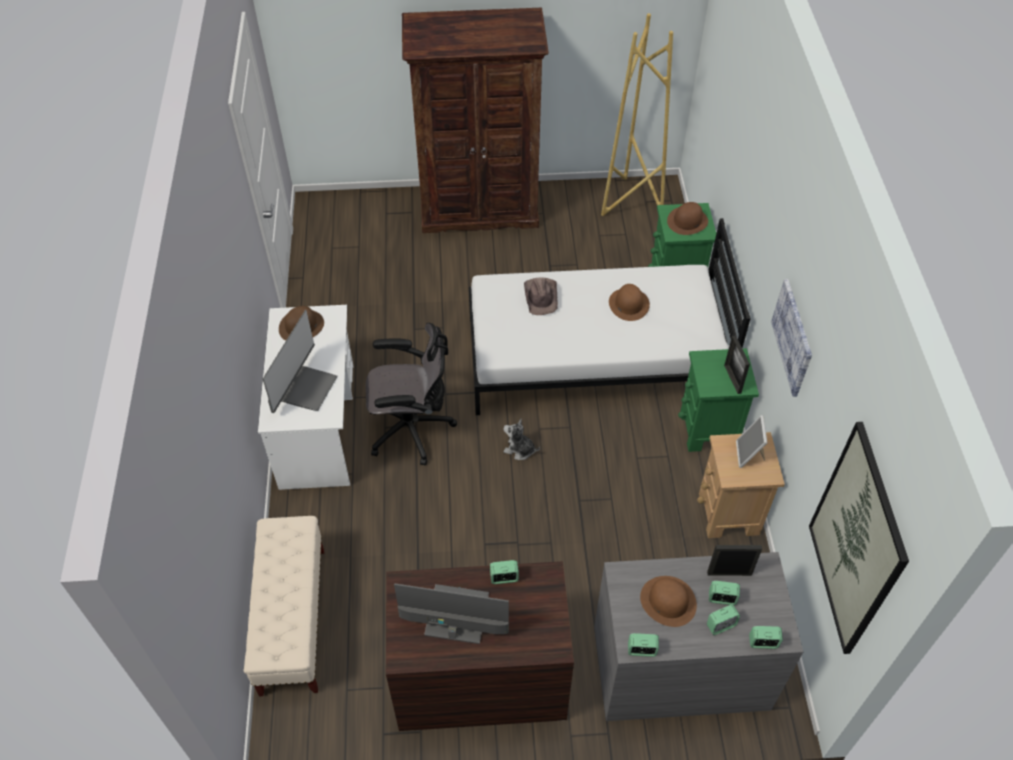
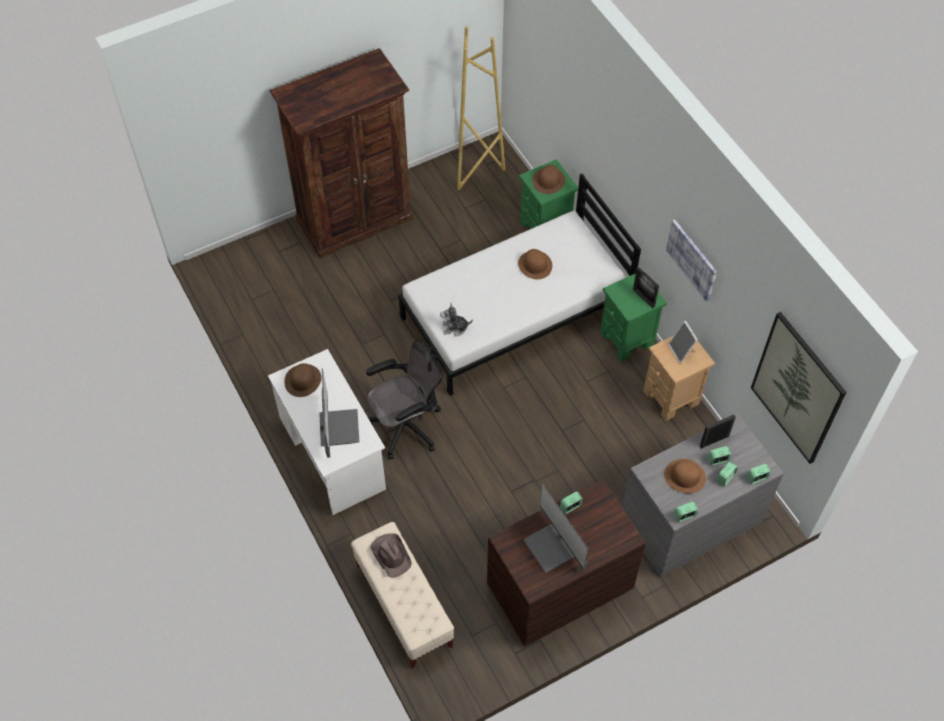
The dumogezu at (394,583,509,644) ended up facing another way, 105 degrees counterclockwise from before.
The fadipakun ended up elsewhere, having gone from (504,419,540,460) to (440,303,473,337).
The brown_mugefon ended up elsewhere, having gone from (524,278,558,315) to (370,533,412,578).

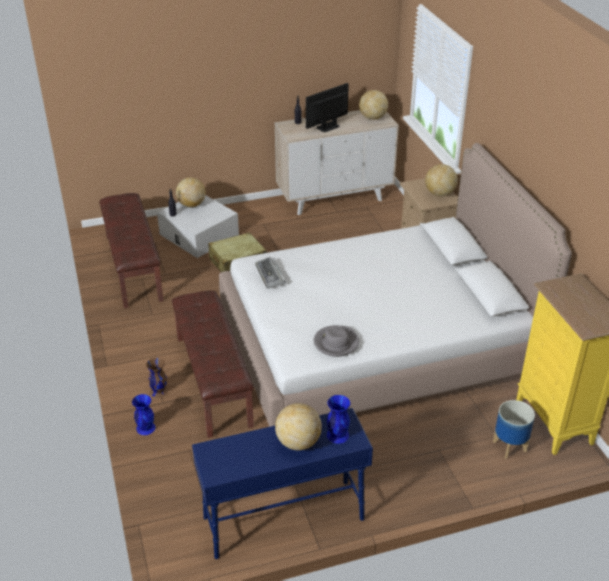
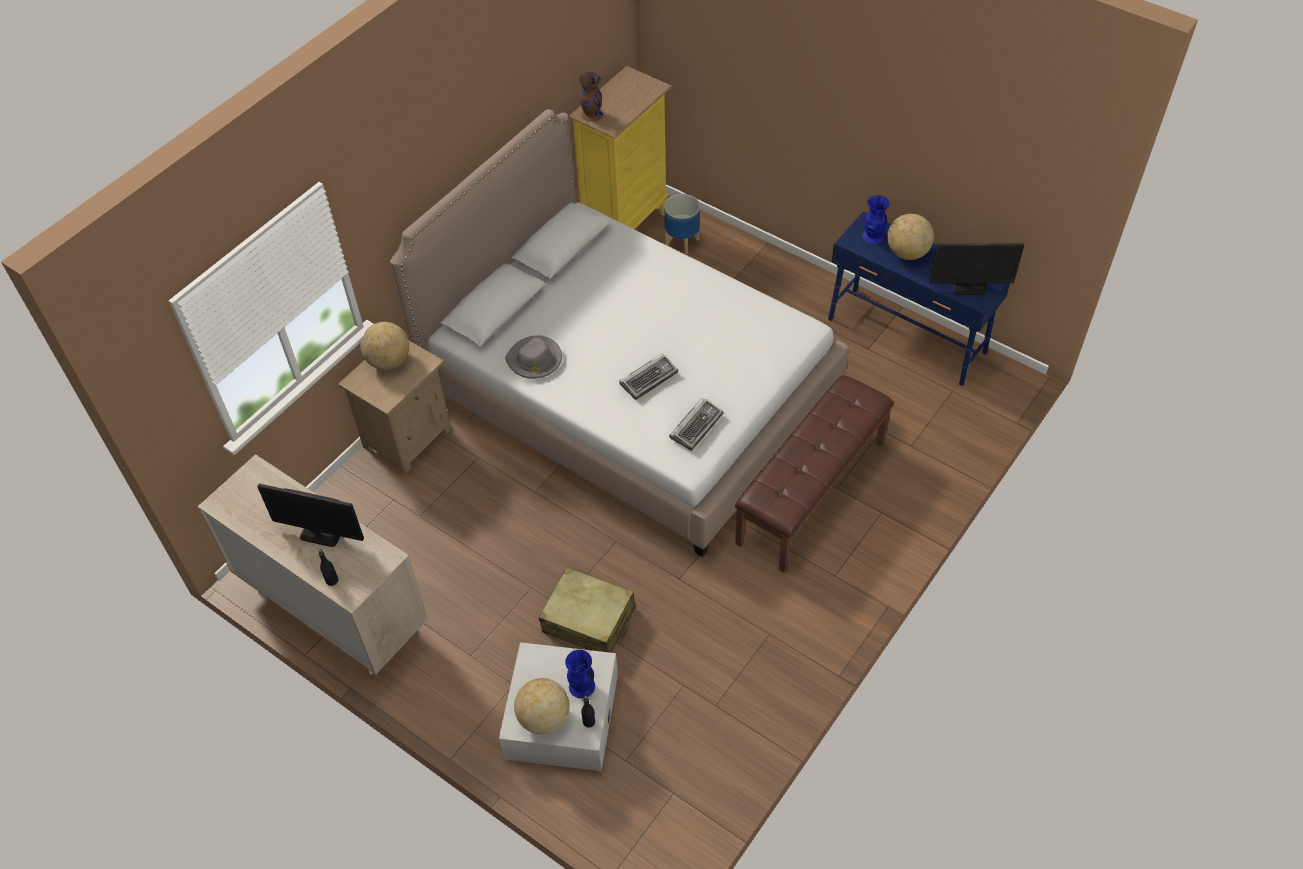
The second view lost the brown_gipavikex at (99,193,164,308).
The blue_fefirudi ended up elsewhere, having gone from (132,394,156,435) to (565,650,595,699).
The brown_fefirudi ended up elsewhere, having gone from (146,358,168,397) to (579,72,603,122).
The grey_mugefon ended up elsewhere, having gone from (314,325,359,357) to (505,335,562,379).
The second view lost the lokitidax at (359,90,388,120).
The second view gained the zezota at (619,354,678,400).
The second view gained the dumogezu at (929,243,1024,295).

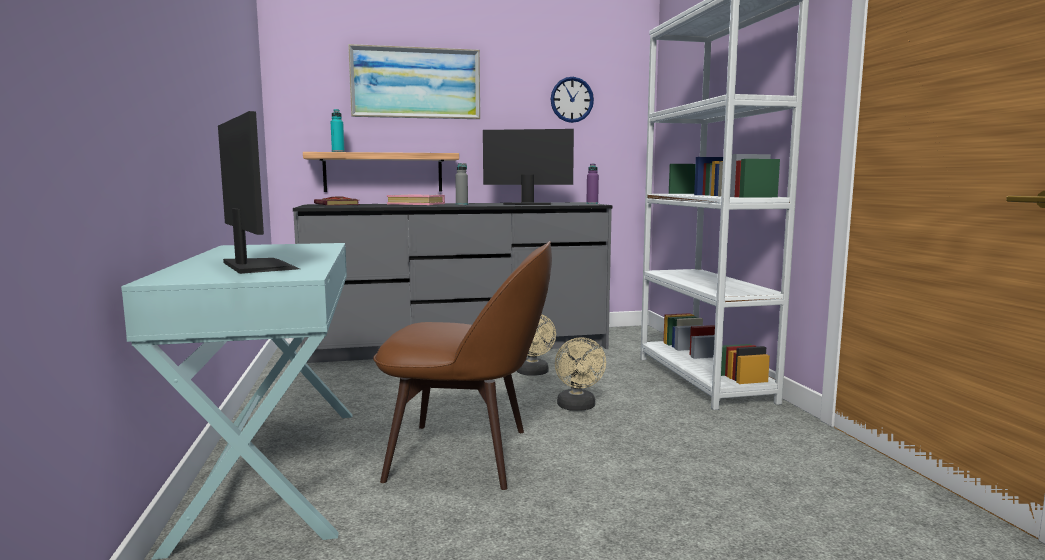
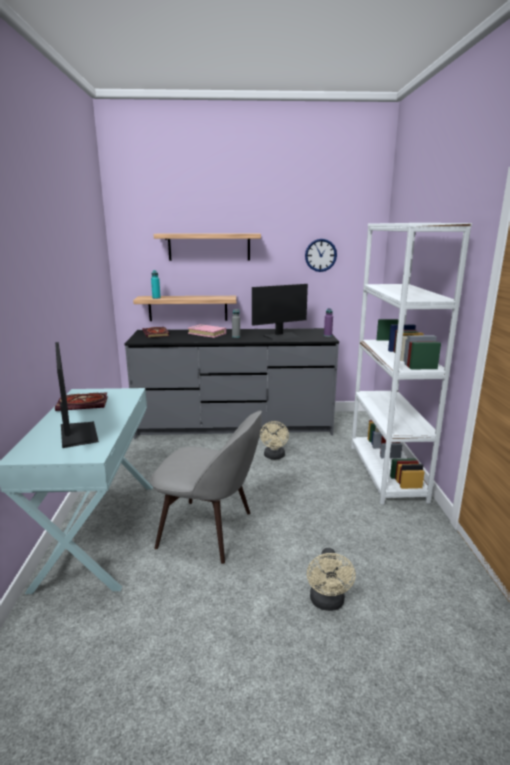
Where the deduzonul hung at (348,44,480,119), the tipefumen came to hang at (153,233,261,261).
What was the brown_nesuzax at (373,241,552,490) turned into the grey_nesuzax at (150,410,262,564).
The dumogezu at (483,129,574,205) ended up facing another way, 135 degrees clockwise from before.
The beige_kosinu ended up elsewhere, having gone from (555,337,606,411) to (307,548,356,611).
The second view gained the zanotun at (55,392,108,411).

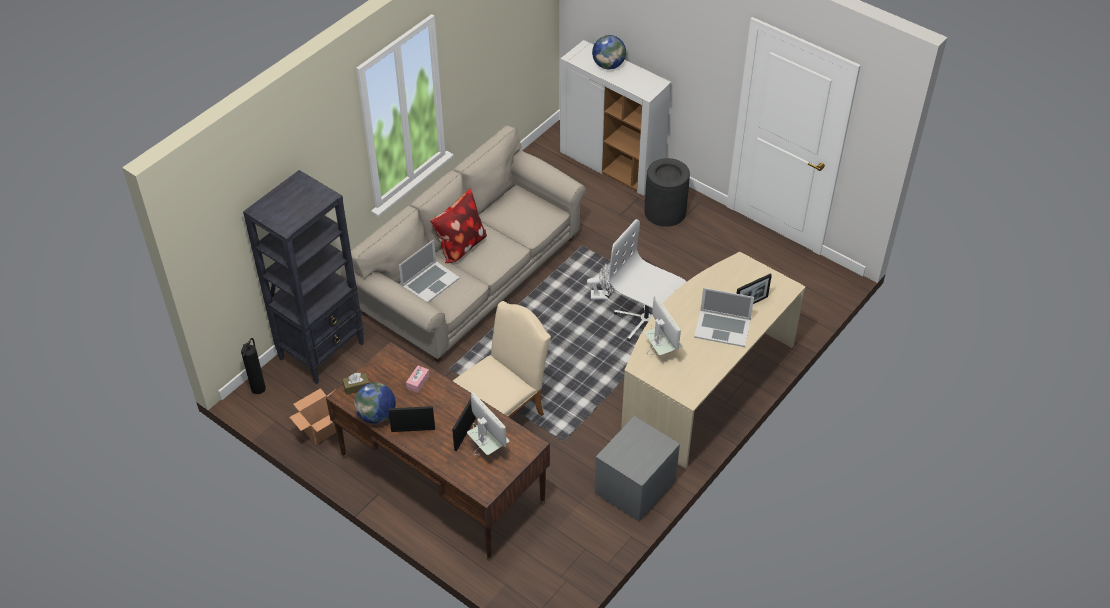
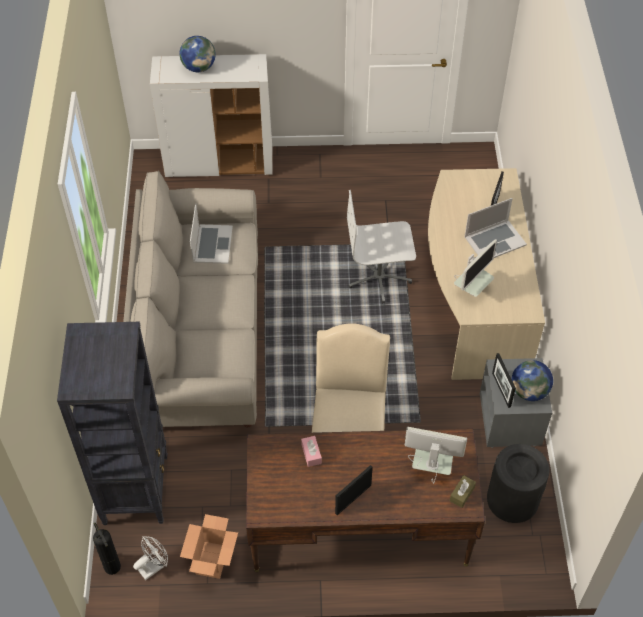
The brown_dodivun ended up elsewhere, having gone from (343,373,369,395) to (450,475,476,508).
The lokitidax ended up elsewhere, having gone from (354,383,396,424) to (512,360,553,401).
The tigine ended up elsewhere, having gone from (399,239,460,302) to (190,204,233,264).
The second view lost the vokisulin at (430,189,487,263).
The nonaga ended up elsewhere, having gone from (452,398,476,451) to (492,353,516,408).
The white_kosinu ended up elsewhere, having gone from (587,264,614,300) to (133,536,168,580).
The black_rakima ended up elsewhere, having gone from (644,158,690,227) to (487,444,549,523).
The dumogezu at (644,295,682,356) ended up facing another way, 105 degrees clockwise from before.

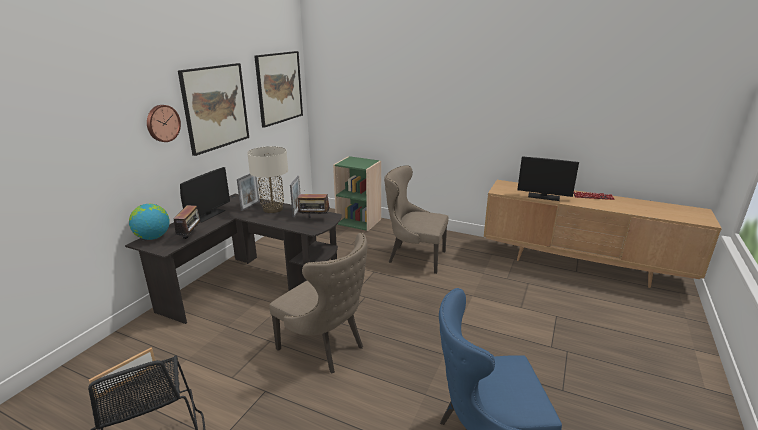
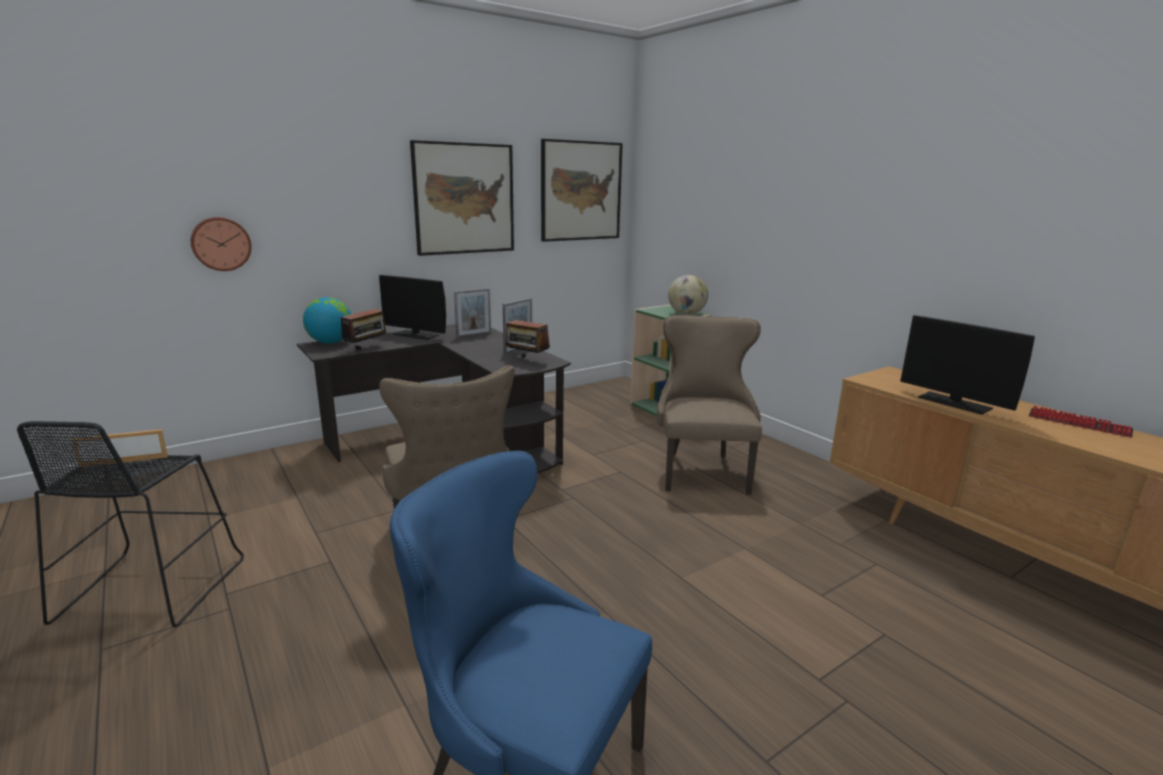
The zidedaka ended up elsewhere, having gone from (147,105,181,142) to (191,217,252,271).
The dumogezu at (180,167,230,222) ended up facing another way, 60 degrees clockwise from before.
The second view lost the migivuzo at (247,146,288,213).
The beige_nesuzax at (384,165,449,274) ended up facing another way, 45 degrees clockwise from before.
The second view gained the lokitidax at (668,275,708,315).

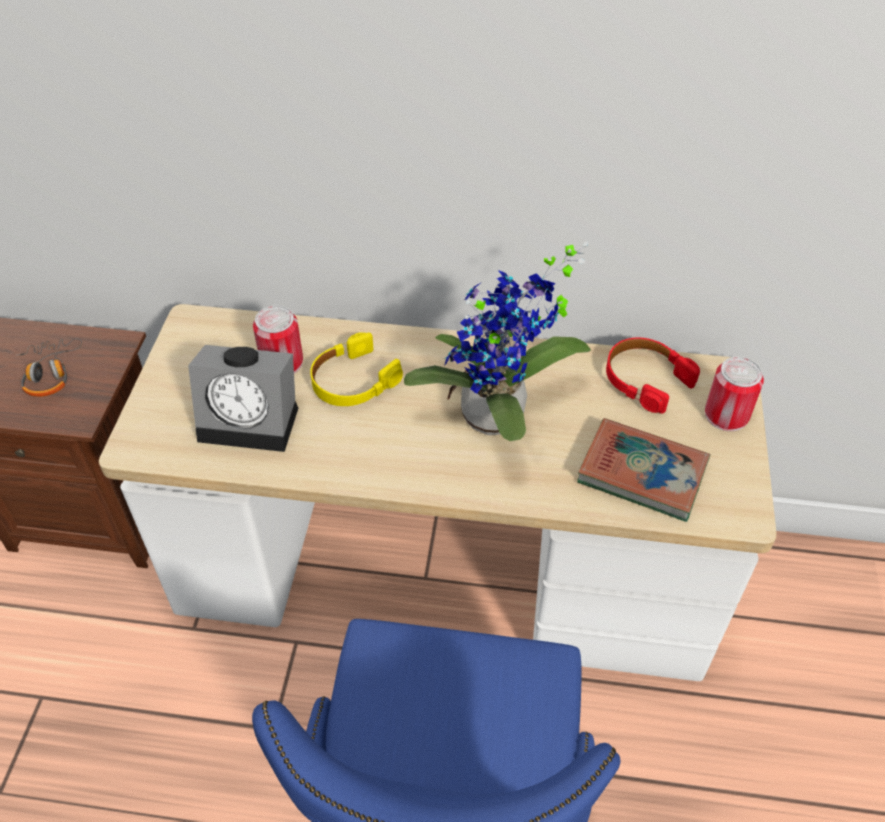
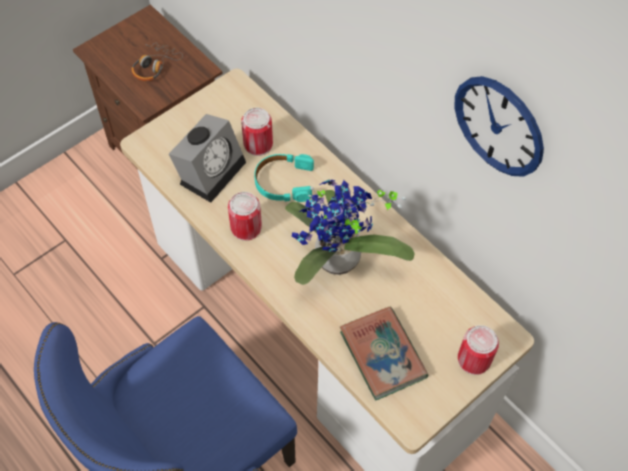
The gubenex at (188,345,298,452) ended up facing another way, 105 degrees counterclockwise from before.
What was the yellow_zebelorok at (310,332,403,406) turned into the turquoise_zebelorok at (254,154,314,202).
The second view lost the red_zebelorok at (606,338,700,414).
The second view gained the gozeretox at (228,192,262,241).
The second view gained the zidedaka at (454,76,544,177).

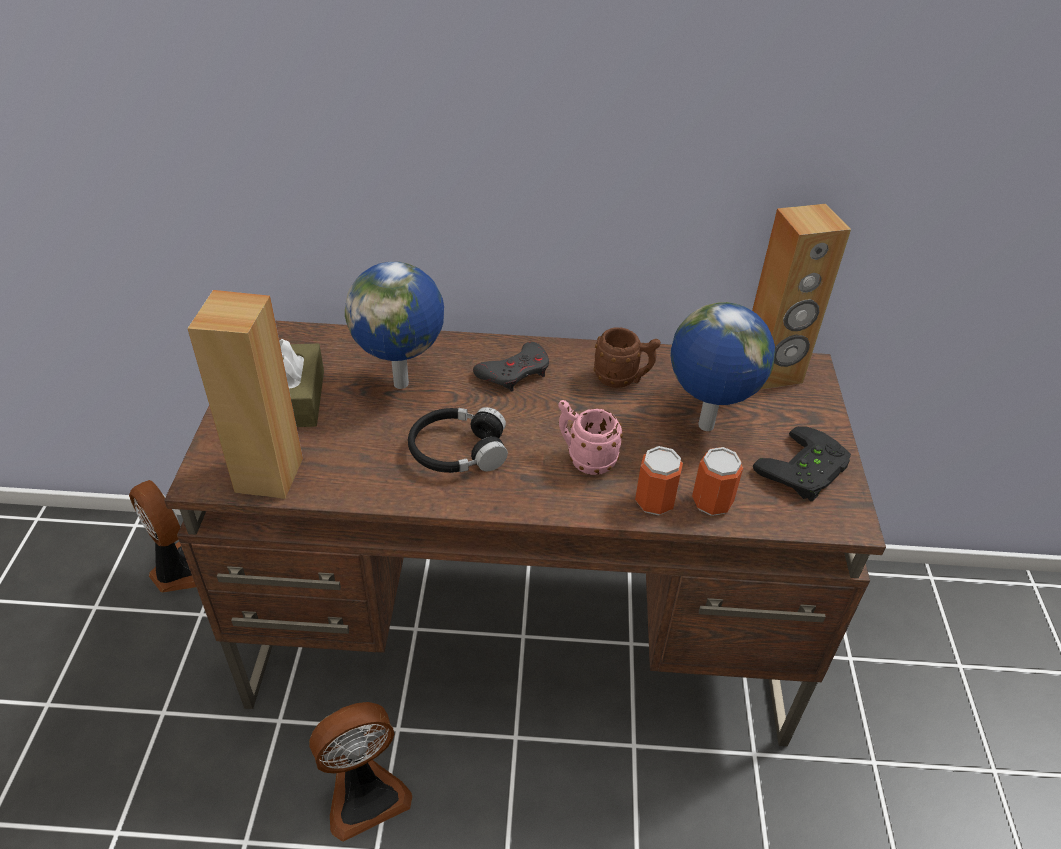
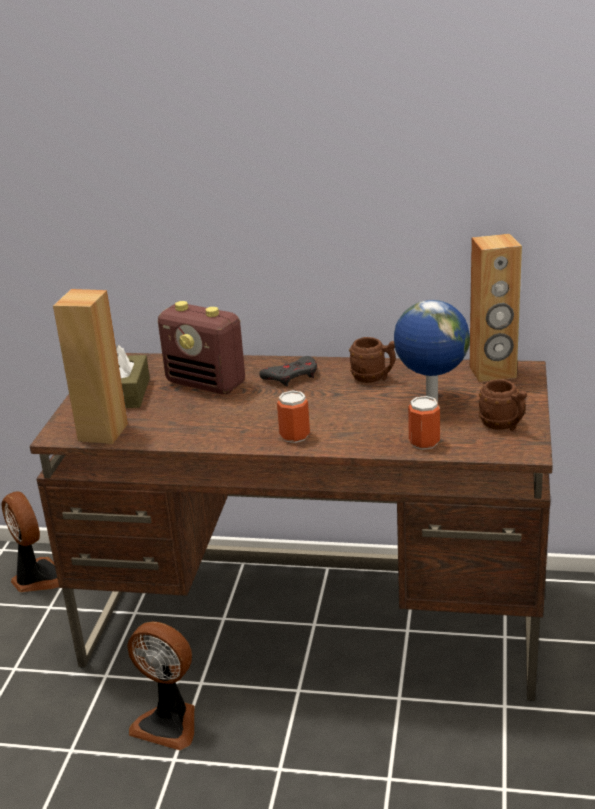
The kosinu at (309,702,412,842) ended up facing another way, 45 degrees clockwise from before.
Where the lokitidax stood at (345,262,444,389), the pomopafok came to stand at (158,301,245,394).
The second view lost the black_zebelorok at (408,407,508,473).
The second view lost the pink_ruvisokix at (558,400,623,475).
The gozeretox ended up elsewhere, having gone from (635,446,683,515) to (277,391,310,443).
Where the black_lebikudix stood at (753,426,851,501), the brown_ruvisokix came to stand at (479,379,527,431).

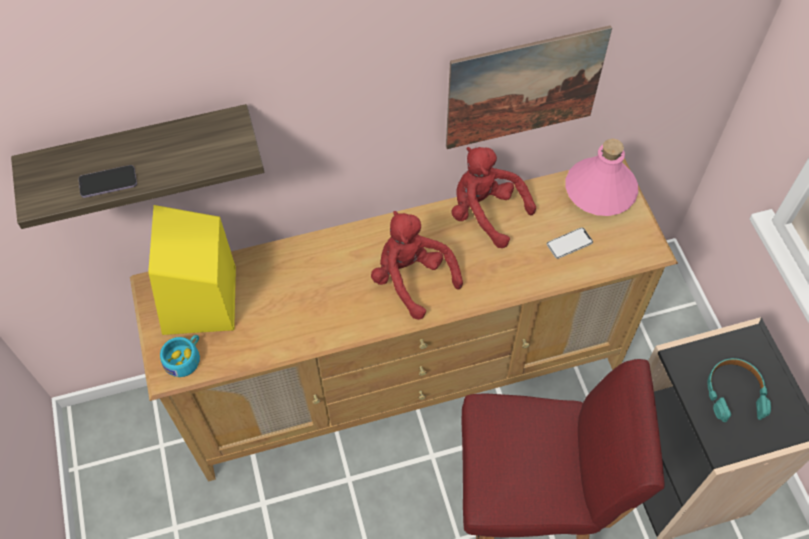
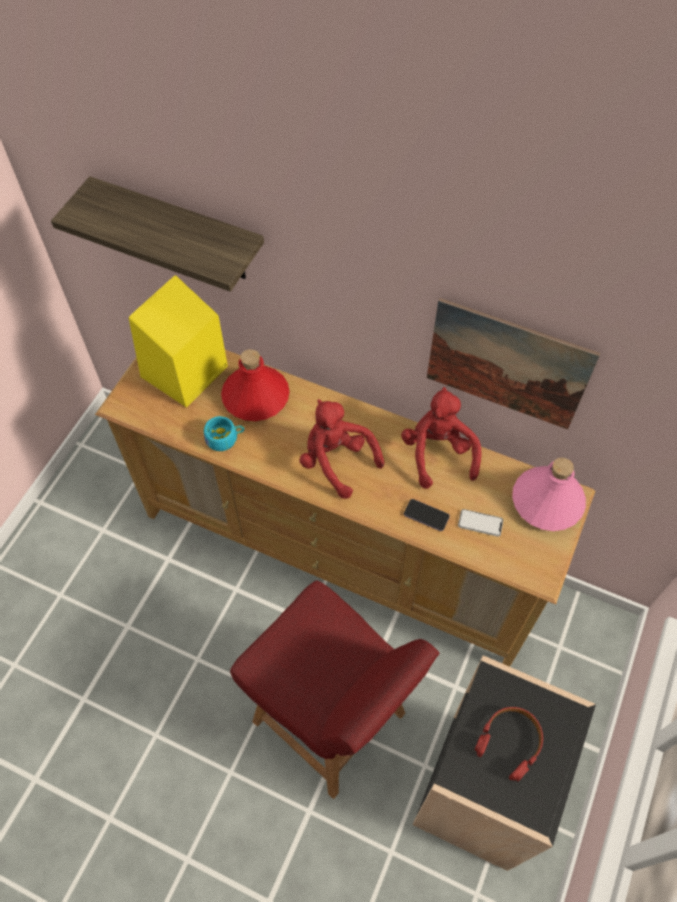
The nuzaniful ended up elsewhere, having gone from (78,165,137,198) to (404,499,450,531).
The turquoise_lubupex ended up elsewhere, having gone from (160,335,200,377) to (204,416,245,451).
The red_fadipakun at (371,211,463,320) ended up facing another way, 45 degrees counterclockwise from before.
What was the turquoise_zebelorok at (707,358,771,422) turned into the red_zebelorok at (475,707,543,781).
The second view gained the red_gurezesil at (221,349,290,421).

